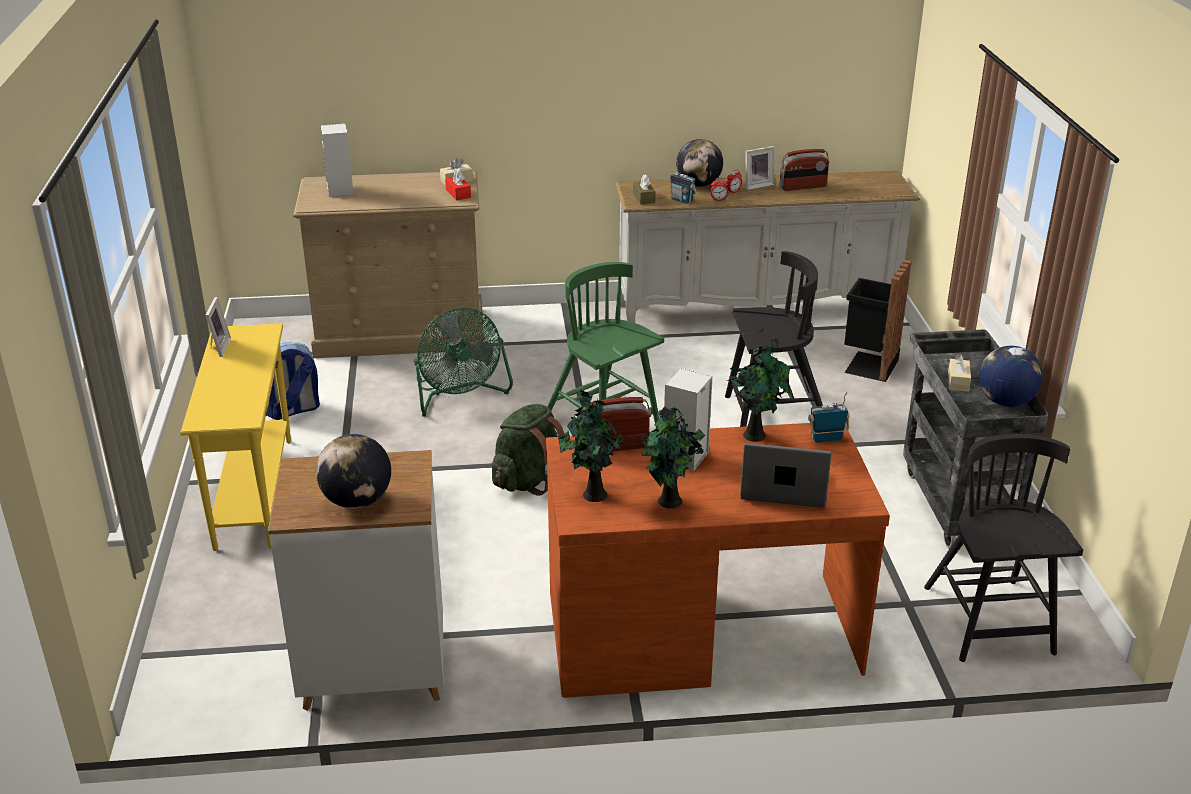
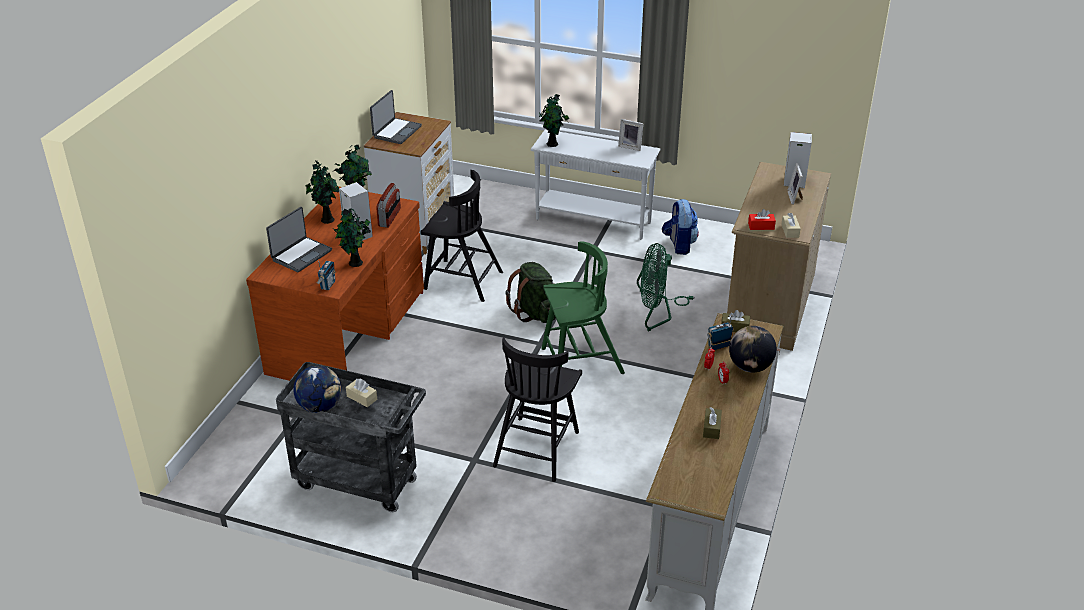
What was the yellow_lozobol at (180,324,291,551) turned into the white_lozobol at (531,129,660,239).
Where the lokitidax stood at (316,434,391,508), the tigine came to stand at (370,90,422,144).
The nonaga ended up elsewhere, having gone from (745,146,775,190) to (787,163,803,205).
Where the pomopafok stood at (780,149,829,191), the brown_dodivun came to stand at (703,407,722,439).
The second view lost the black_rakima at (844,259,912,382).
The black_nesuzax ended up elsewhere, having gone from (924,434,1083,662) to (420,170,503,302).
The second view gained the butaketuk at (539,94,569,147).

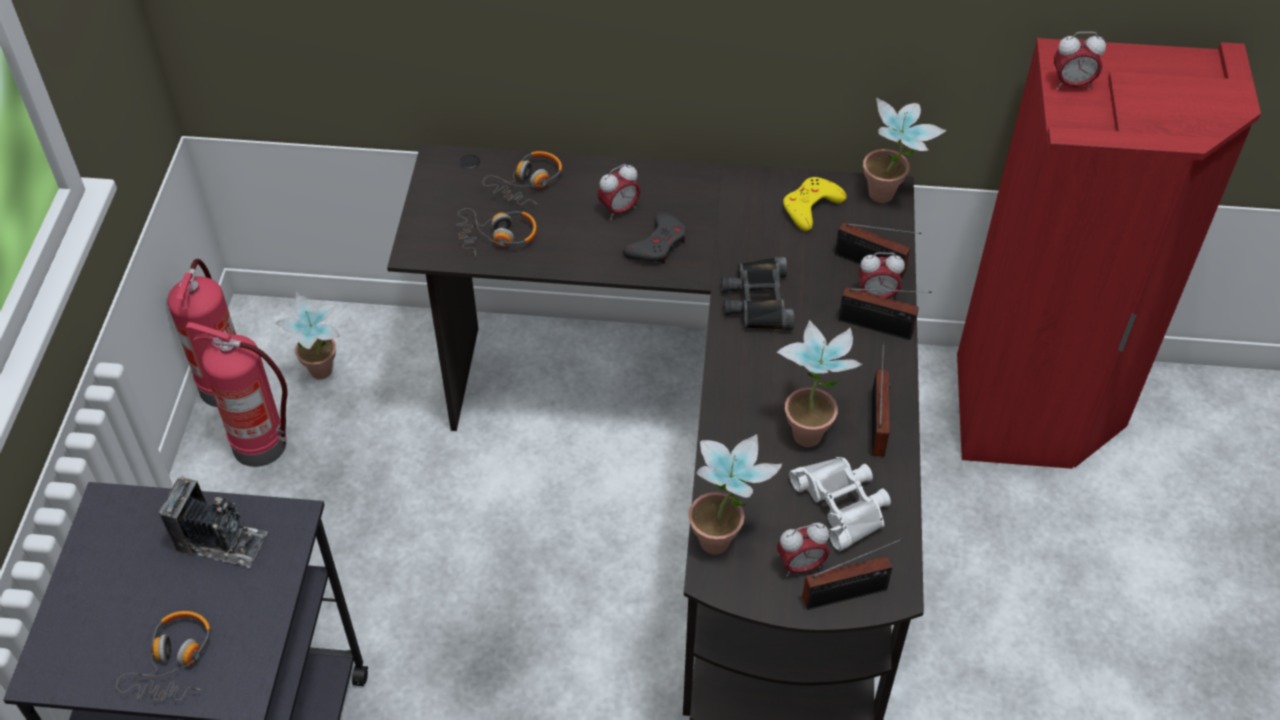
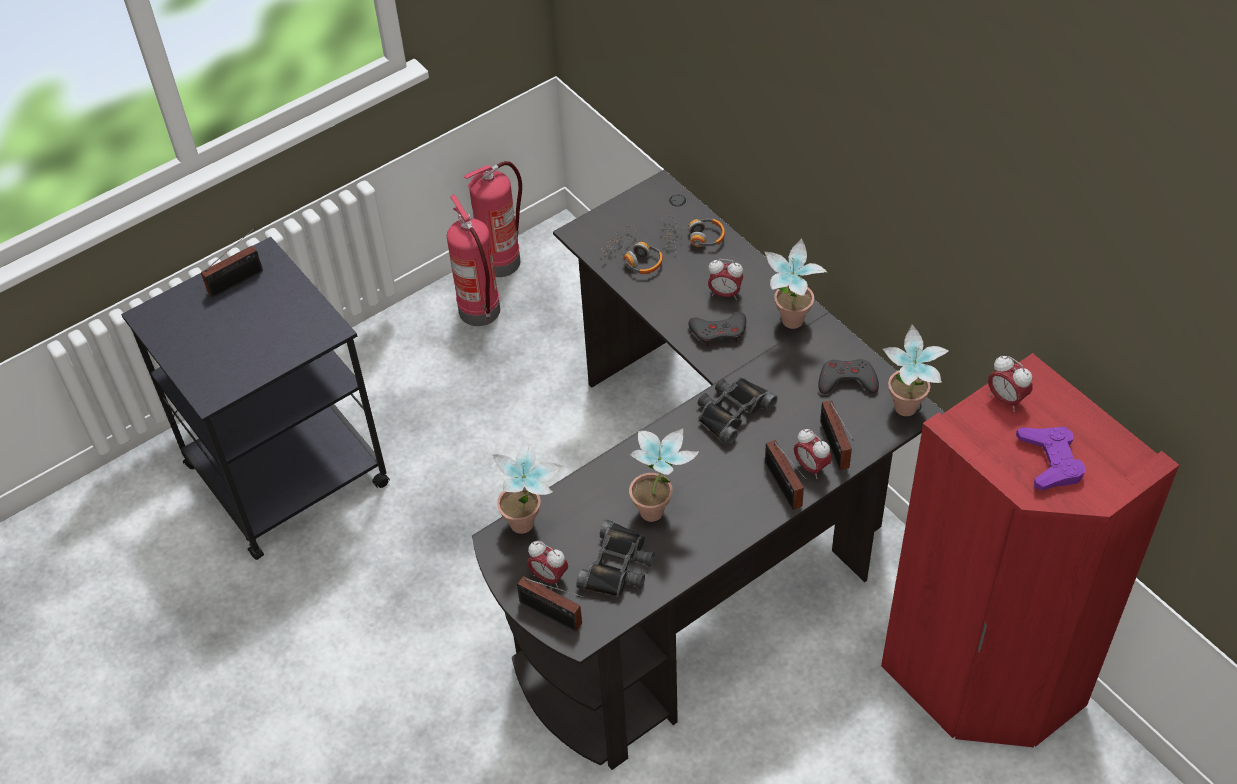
The second view lost the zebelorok at (116,611,211,701).
The second view lost the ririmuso at (159,477,268,568).
The butaketuk ended up elsewhere, having gone from (275,291,340,379) to (764,238,827,329).
What was the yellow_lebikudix at (783,177,847,231) turned into the grey_lebikudix at (818,359,879,394).
What was the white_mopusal at (789,457,891,551) turned into the black_mopusal at (576,520,655,597).
The pomopafok ended up elsewhere, having gone from (871,343,891,457) to (201,227,263,298).
The second view gained the purple_lebikudix at (1016,427,1086,490).

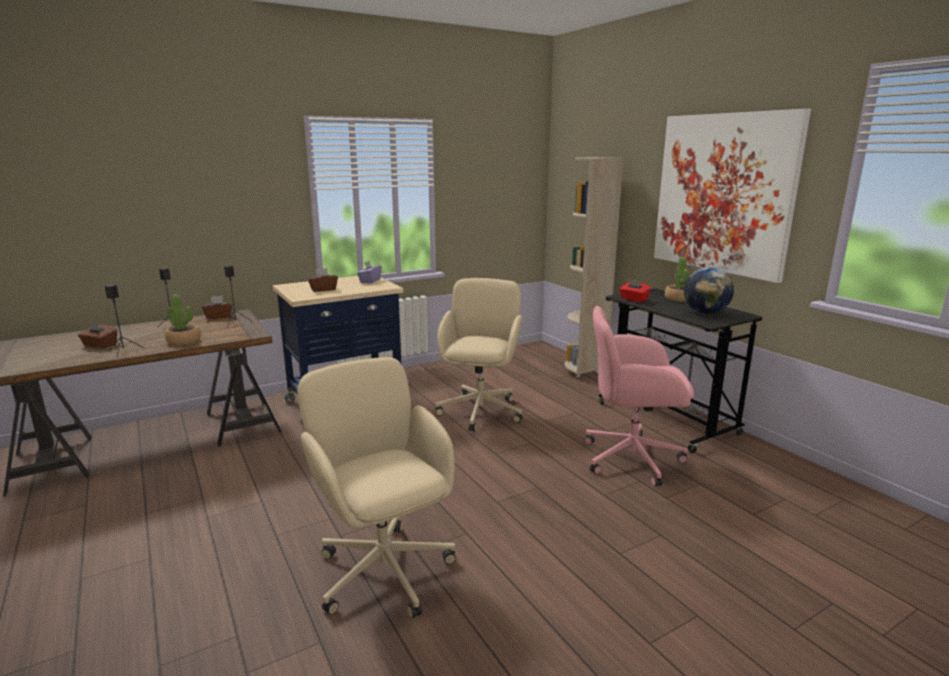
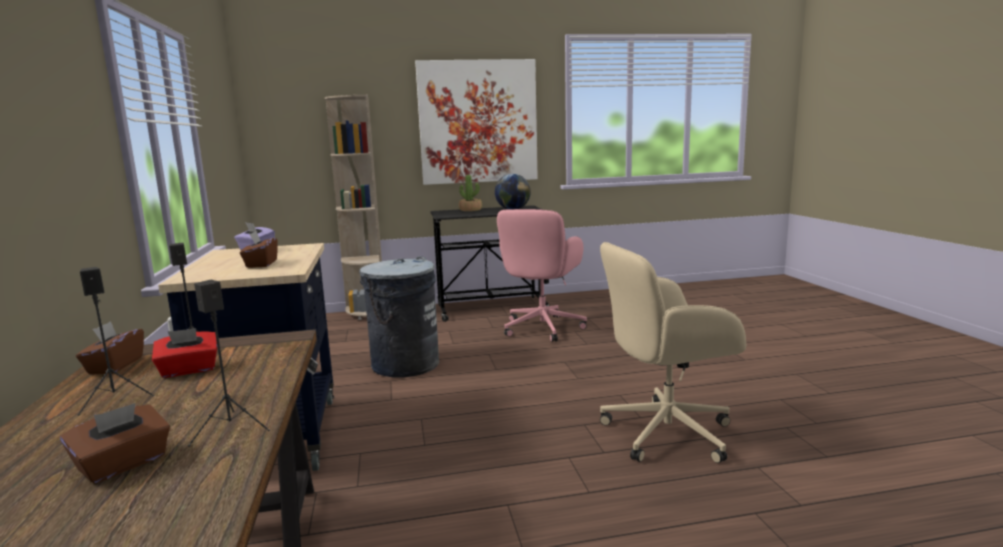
The second view lost the butaketuk at (165,294,201,345).
Where the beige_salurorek stood at (435,278,523,432), the grey_rakima came to stand at (359,256,439,378).
The red_dodivun ended up elsewhere, having gone from (619,279,651,303) to (152,328,217,378).

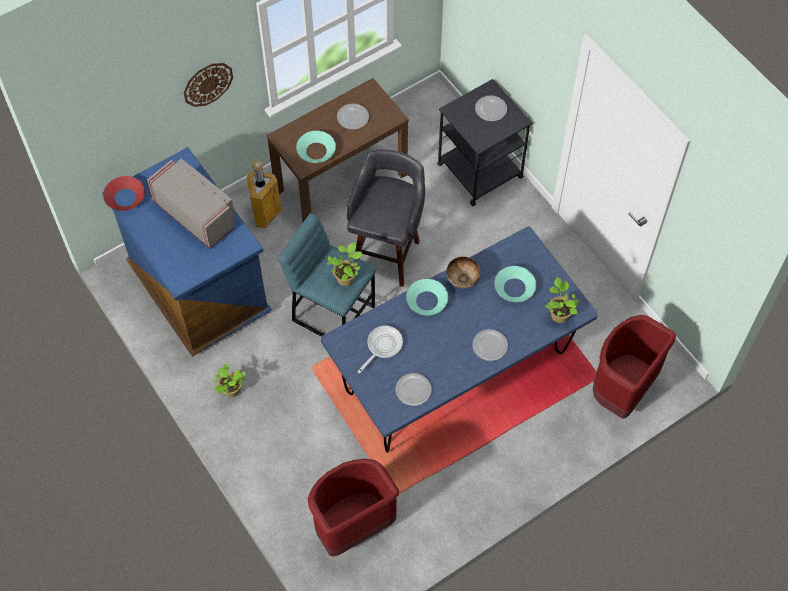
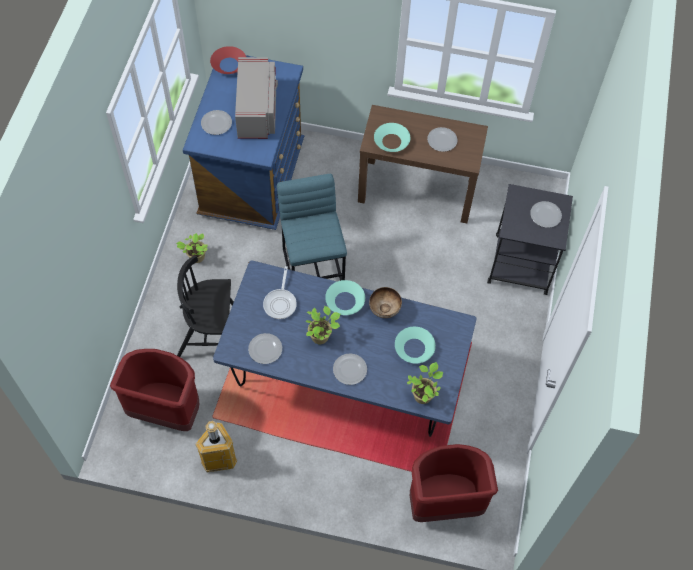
The second view lost the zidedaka at (183,63,233,107).
The rakima ended up elsewhere, having gone from (247,161,281,228) to (195,421,237,472).
The butaketuk ended up elsewhere, having gone from (327,242,362,286) to (305,306,340,344).
The second view lost the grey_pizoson at (347,149,425,287).
The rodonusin at (358,326,403,373) ended up facing another way, 105 degrees clockwise from before.
The second view gained the black_nesuzax at (177,256,234,357).
The second view gained the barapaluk at (201,110,232,135).

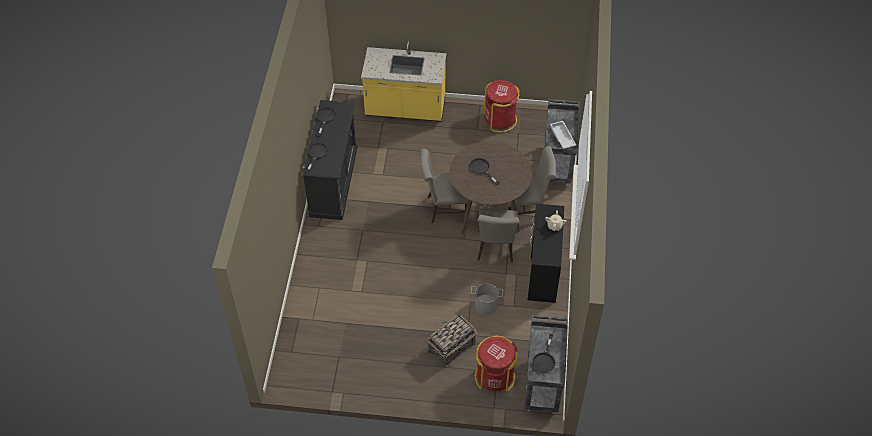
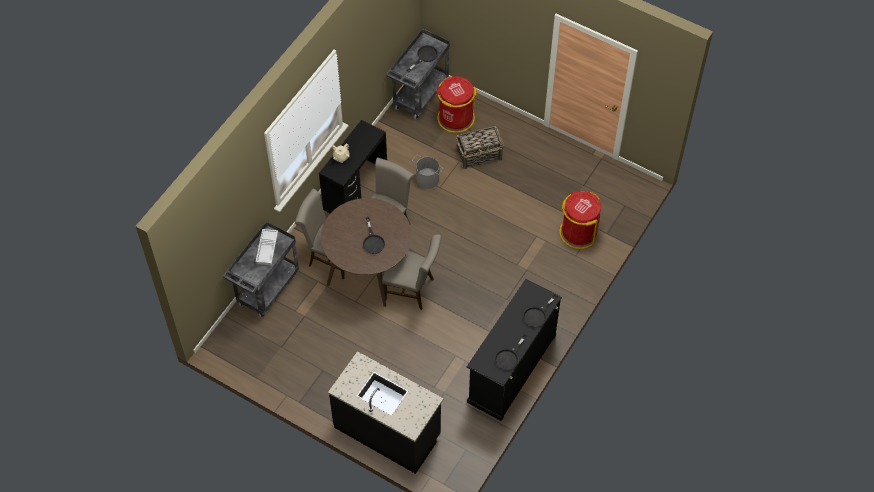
What was the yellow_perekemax at (361,41,446,122) turned into the black_perekemax at (328,351,443,474).
The red_rakima ended up elsewhere, having gone from (484,80,520,133) to (559,191,601,249).

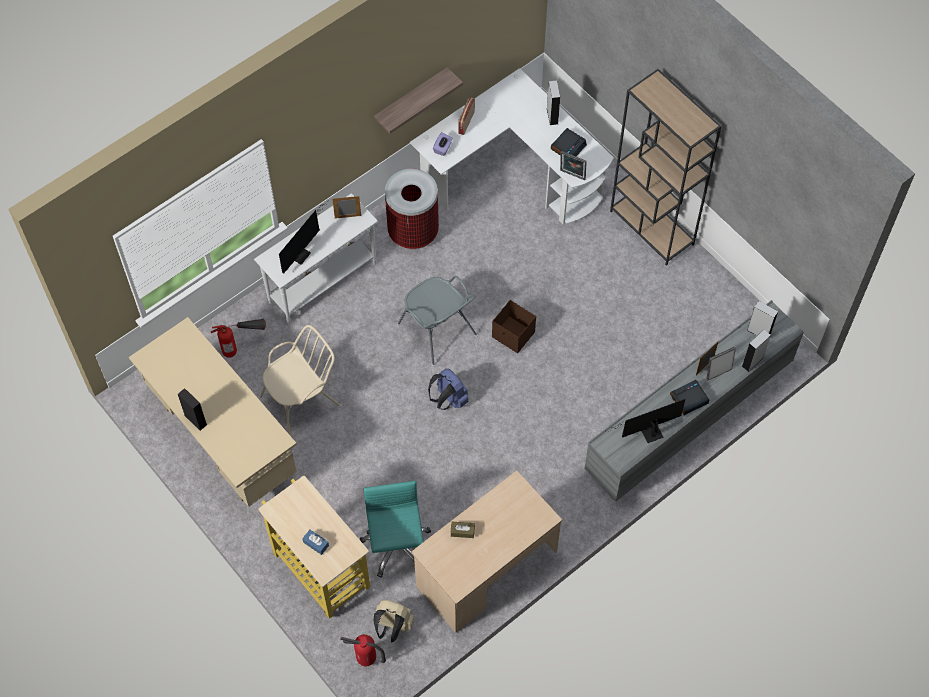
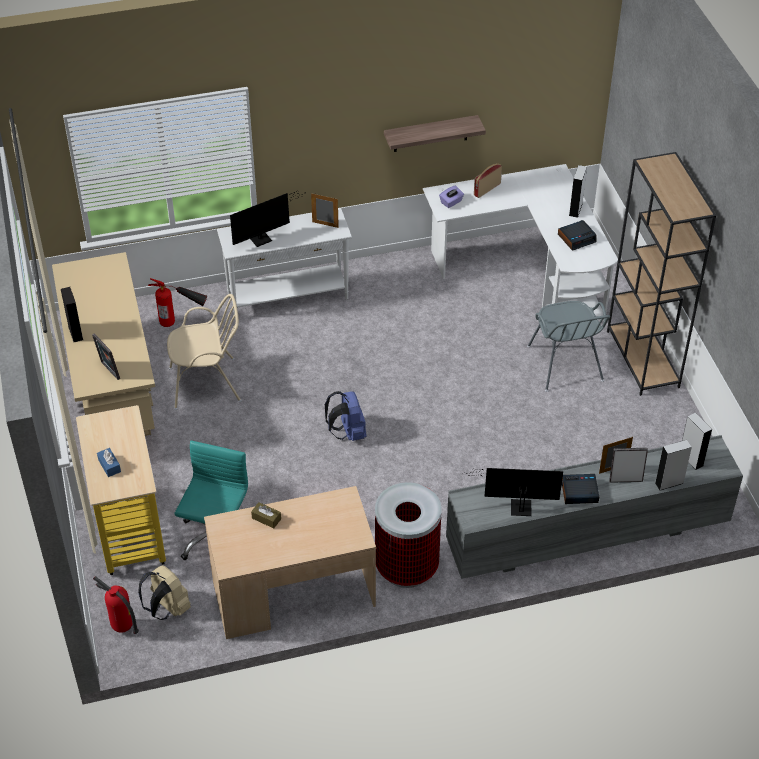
The rakima ended up elsewhere, having gone from (385,169,439,250) to (375,482,442,588).
The grey_nesuzax ended up elsewhere, having gone from (397,276,478,367) to (527,301,610,392).
The second view lost the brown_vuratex at (492,300,536,353).
The nonaga ended up elsewhere, having gone from (560,151,587,180) to (92,333,120,380).

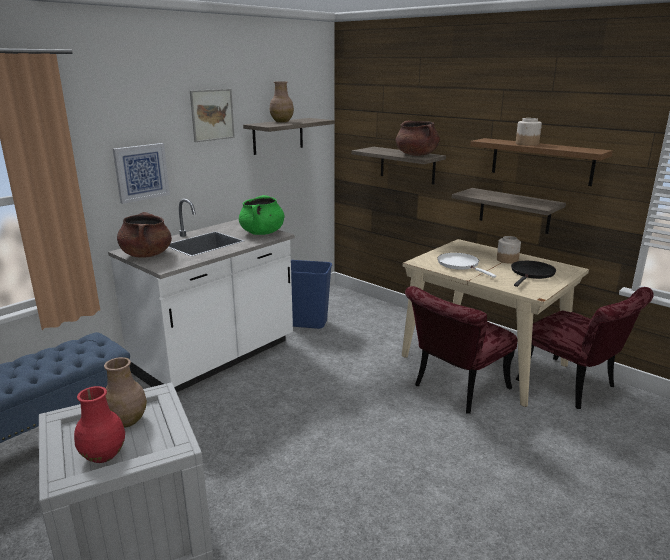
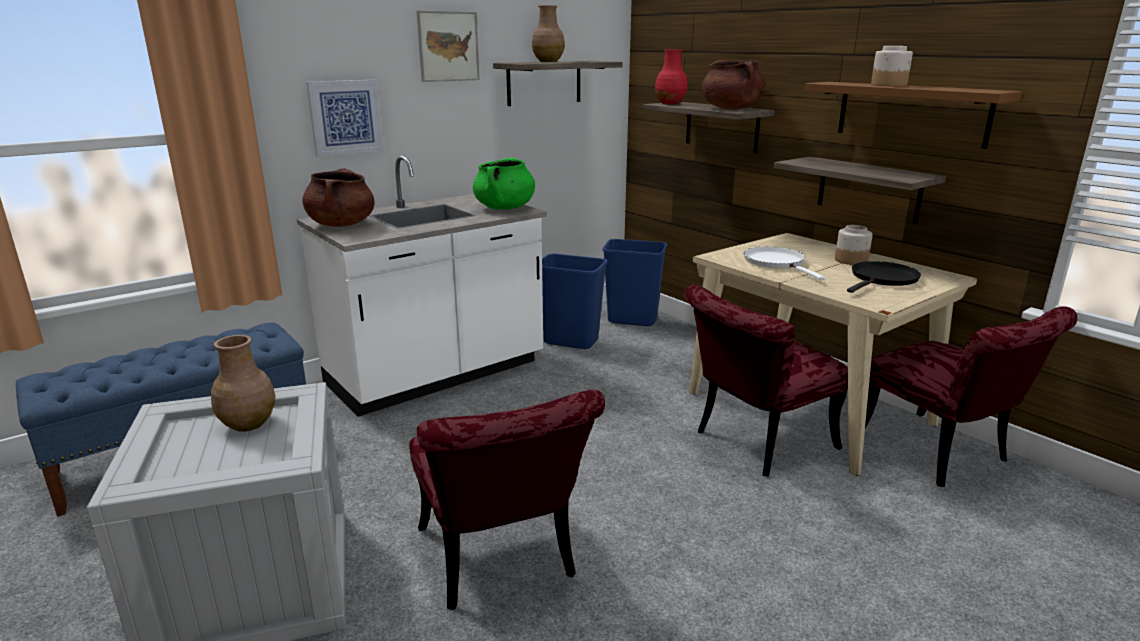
The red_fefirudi ended up elsewhere, having gone from (74,386,125,463) to (655,49,688,104).
The second view gained the red_nesuzax at (409,390,605,610).
The second view gained the blue_rakima at (603,239,667,326).

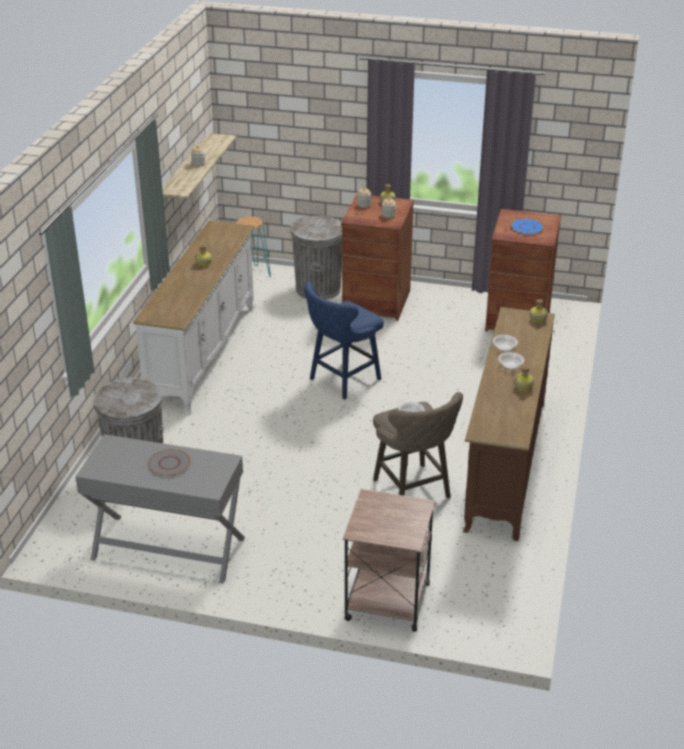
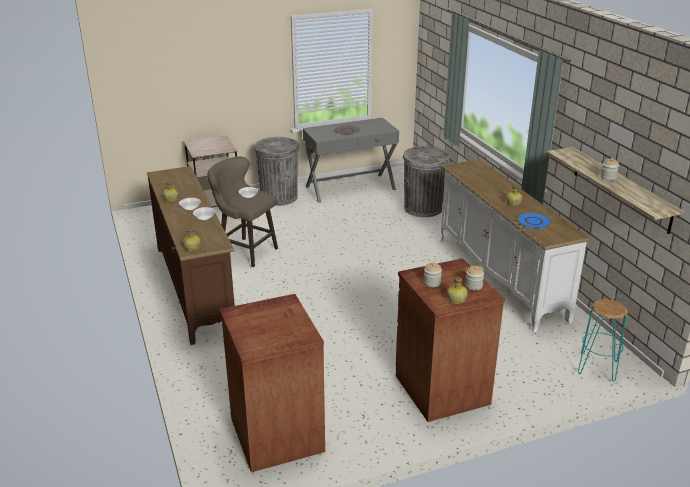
The grey_rakima ended up elsewhere, having gone from (290,216,342,300) to (254,137,299,206).
The second view lost the blue_pizoson at (304,282,384,400).
The blue_barapaluk ended up elsewhere, having gone from (511,219,544,235) to (517,213,551,229).

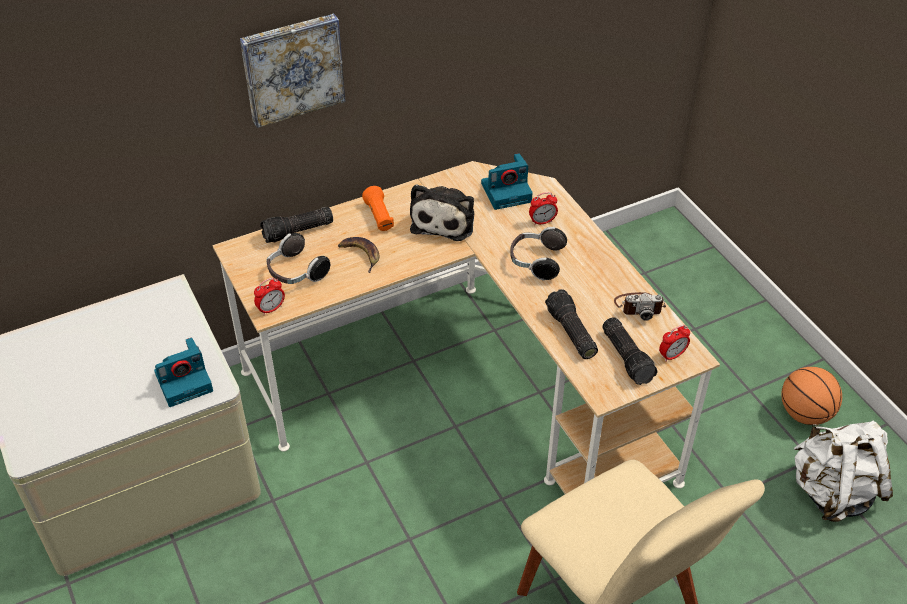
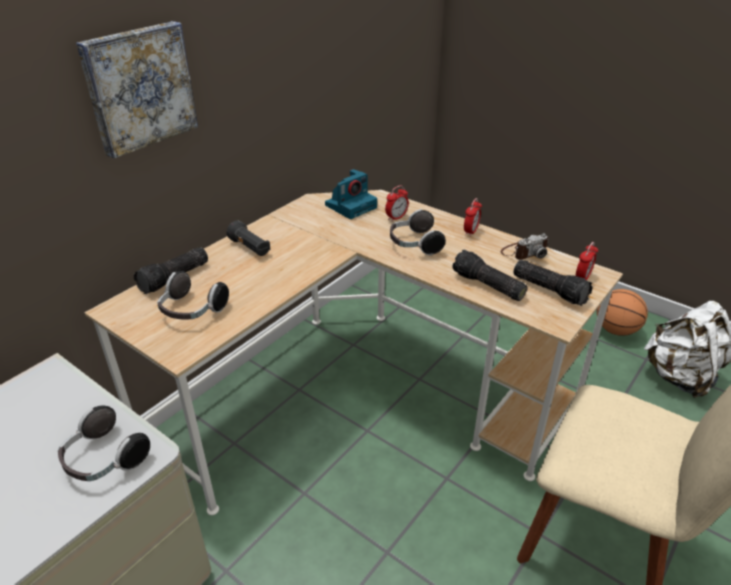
Where the ririmuso stood at (154,337,213,407), the zebelorok came to stand at (58,405,150,481).
The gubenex ended up elsewhere, having gone from (254,278,285,315) to (464,198,482,237).
The second view lost the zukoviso at (338,237,379,273).
What was the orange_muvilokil at (362,186,394,231) turned into the black_muvilokil at (227,221,270,256).
The second view lost the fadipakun at (410,184,475,241).

